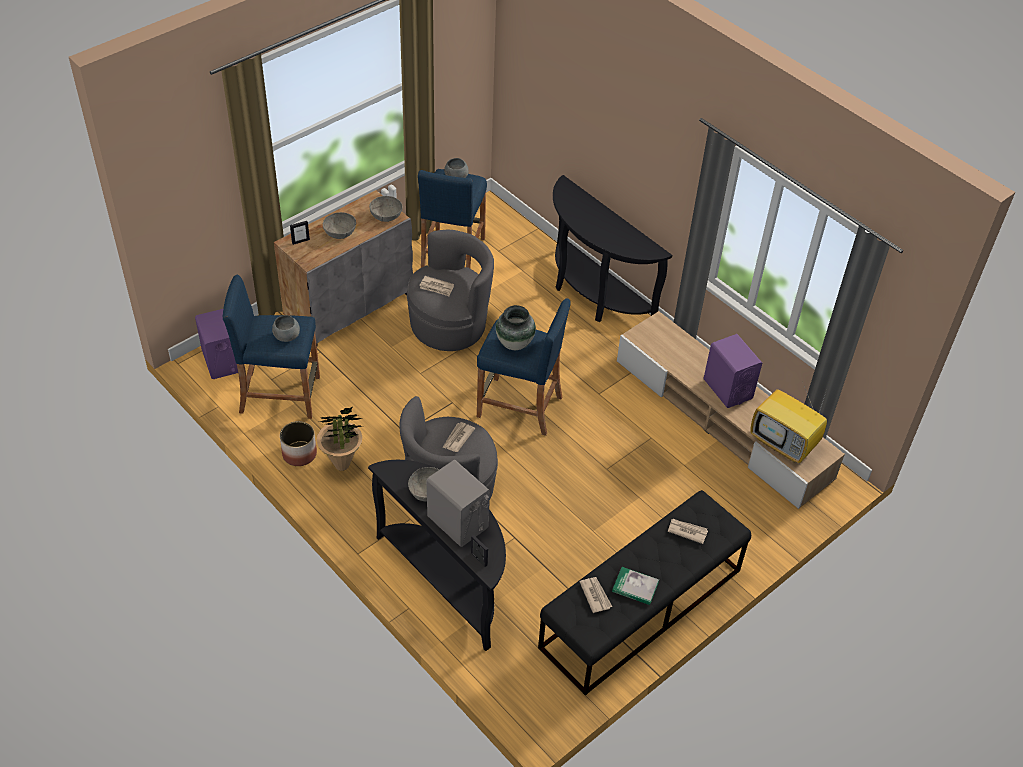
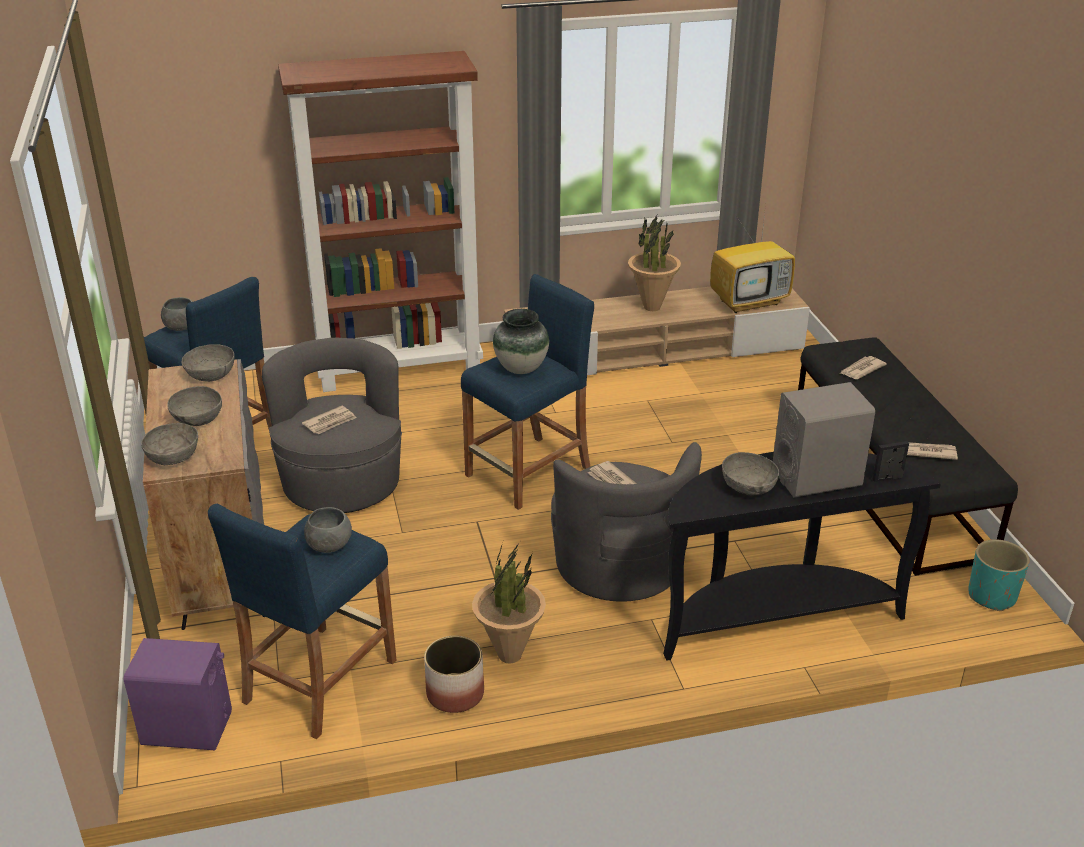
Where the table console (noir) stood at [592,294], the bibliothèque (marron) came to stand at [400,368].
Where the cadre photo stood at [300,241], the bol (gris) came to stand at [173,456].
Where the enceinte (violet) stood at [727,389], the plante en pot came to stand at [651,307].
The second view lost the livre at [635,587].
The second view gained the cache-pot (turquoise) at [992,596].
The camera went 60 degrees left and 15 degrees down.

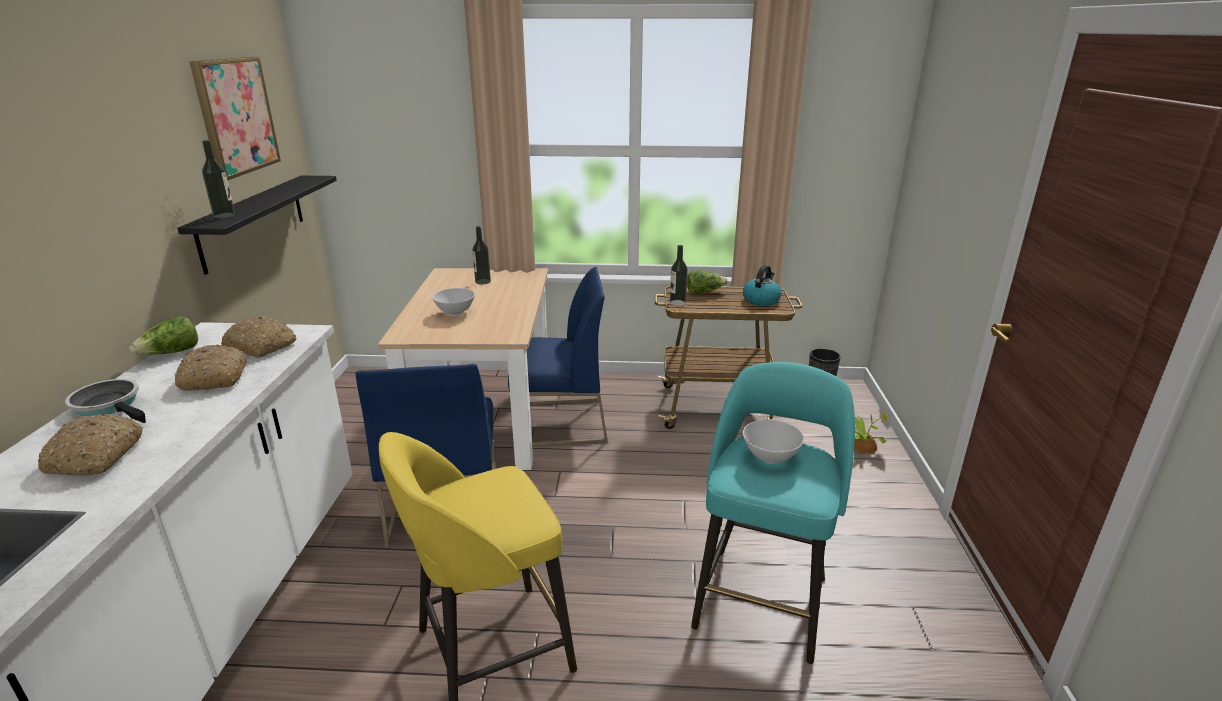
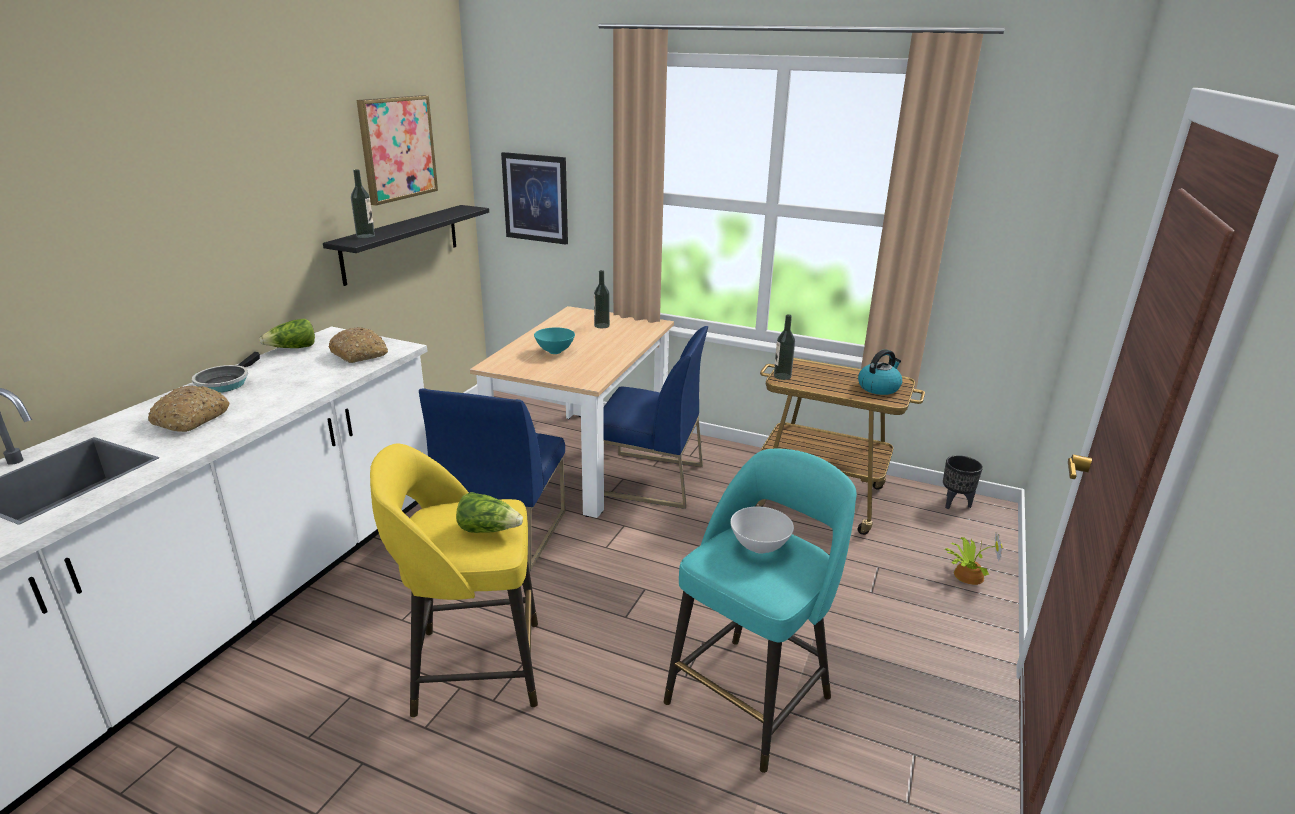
The laitue ended up elsewhere, having gone from [704,292] to [488,530].
What was the bol (blanc) at [455,313] turned into the bol (turquoise) at [554,352].
The second view lost the pain at [214,378].
The poêle at [110,406] ended up facing another way, 135 degrees counterclockwise from before.
The second view gained the tableau at [535,198].
The camera went 20 degrees right and 0 degrees up.

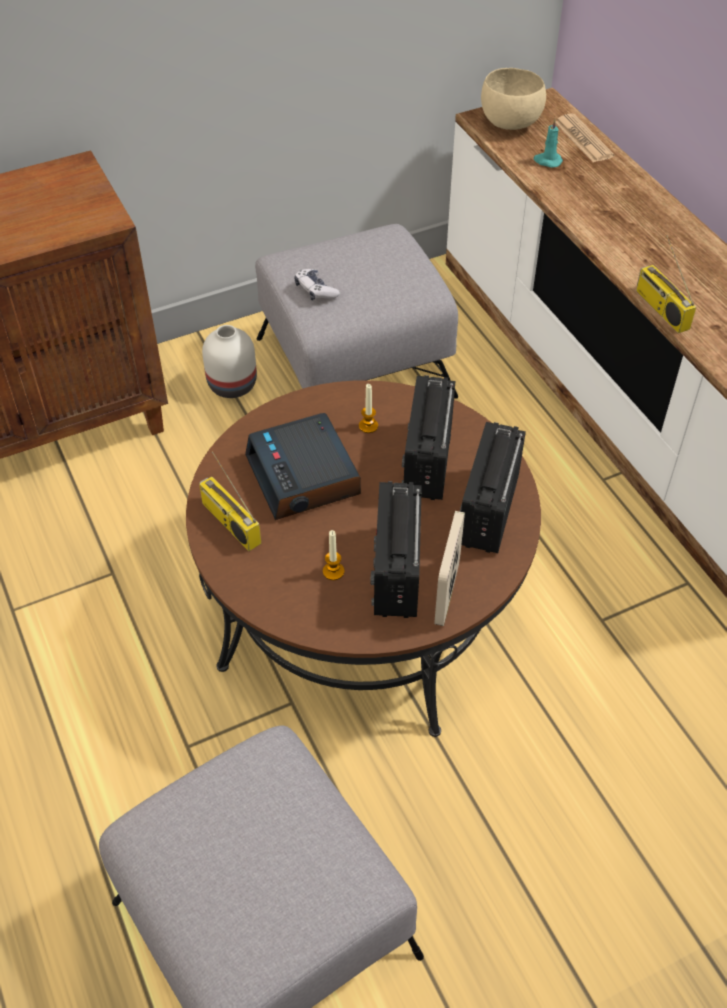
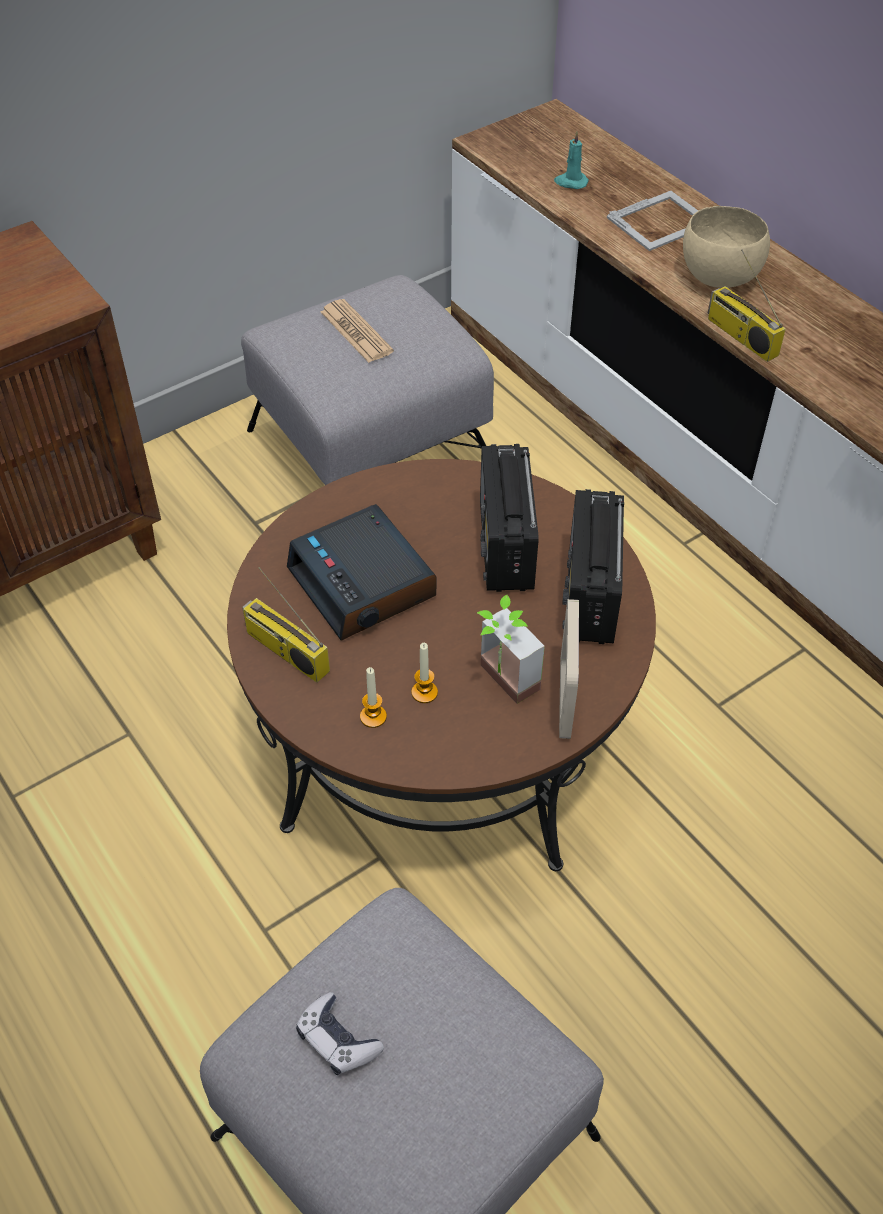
The bol (beige) ended up elsewhere, having gone from [509,123] to [717,277].
The journal ended up elsewhere, having gone from [583,139] to [356,332].
The manette ended up elsewhere, having gone from [315,290] to [337,1040].
The second view lost the vase (blanc) at [232,385].
The bougie ended up elsewhere, having gone from [368,426] to [373,717].
Where the radio stood at [396,572], the plante en pot came to stand at [500,683].
The second view gained the cadre photo at [661,221].
The camera went 10 degrees left and 0 degrees up.

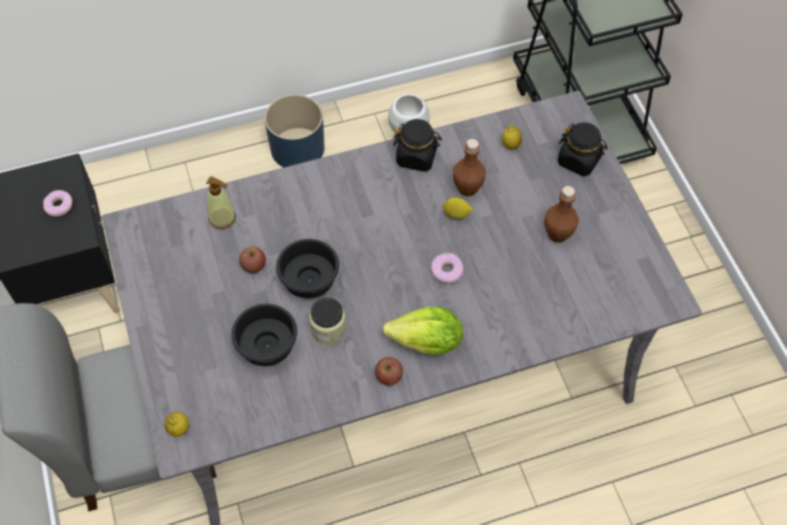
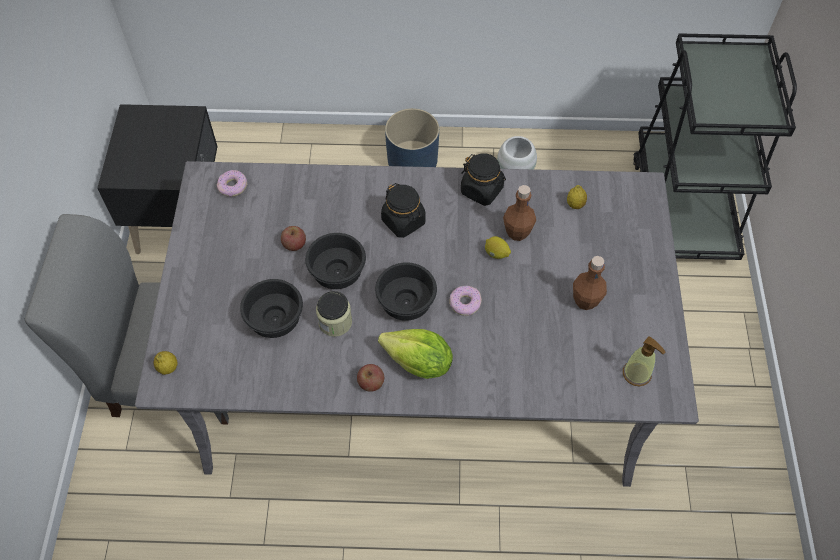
The bocal (noir) ended up elsewhere, having gone from [579,160] to [403,221].
The distributeur de savon ended up elsewhere, having gone from [222,218] to [637,374].
The beignet ended up elsewhere, having gone from [59,206] to [233,186].
The second view gained the bol (noir) at [404,303].
The camera went 20 degrees right and 0 degrees up.

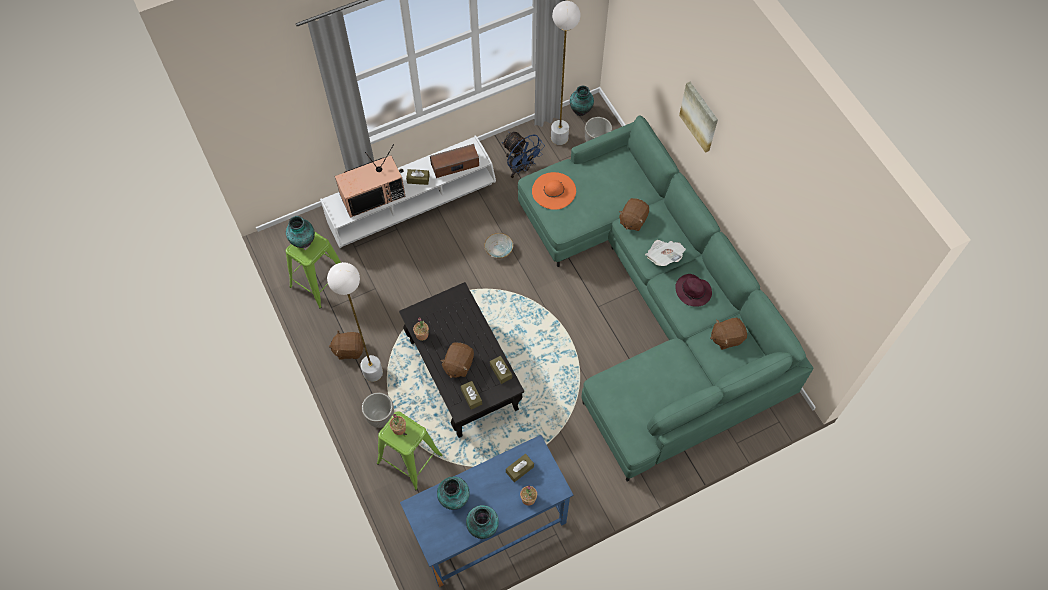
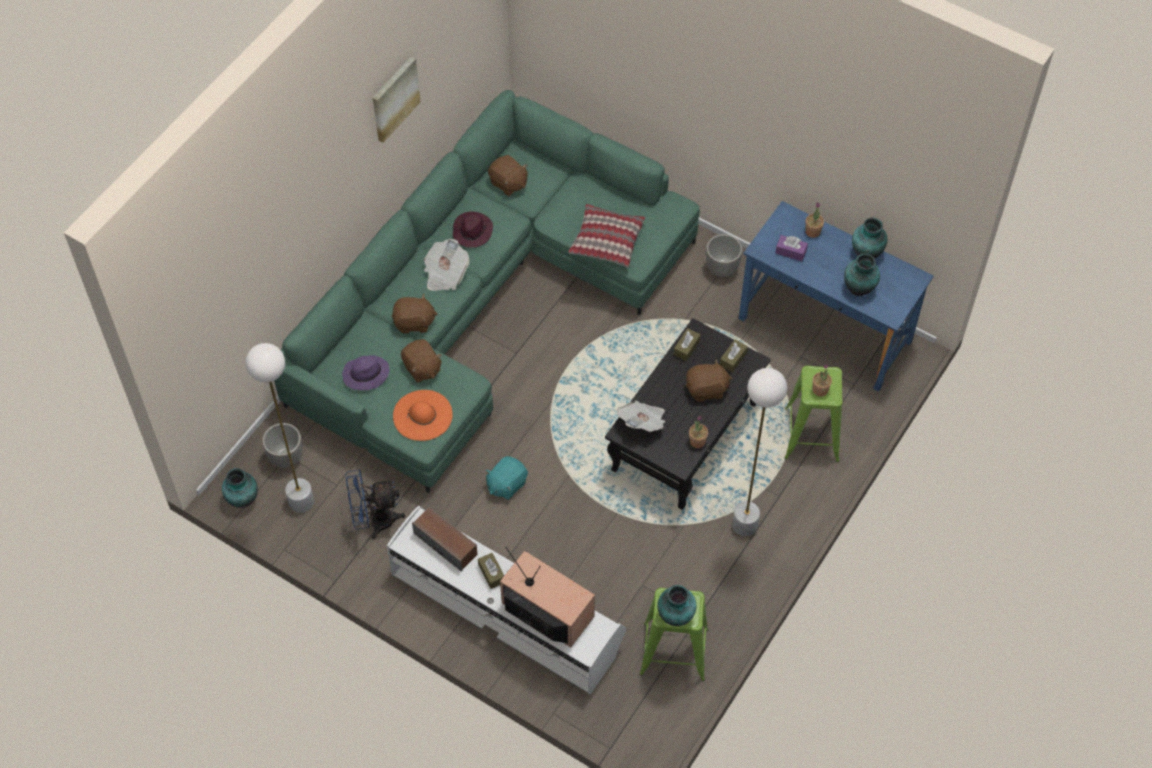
The tableau ended up elsewhere, having gone from [700,116] to [394,98].
The ventilateur (bleu) at [520,168] ended up facing another way, 120 degrees counterclockwise from before.
Where the bol stood at [498,250], the peluche (turquoise) came to stand at [506,484].
The peluche (marron) ended up elsewhere, having gone from [349,349] to [422,368].
The cache-pot ended up elsewhere, having gone from [381,417] to [721,268].
What was the boîte à mouchoirs (marron) at [519,469] turned into the boîte à mouchoirs (violet) at [791,251].
The second view gained the coussin at [606,241].
The second view gained the chapeau (violet) at [365,375].
The second view gained the journal at [643,422].
The camera went 120 degrees left and 5 degrees down.

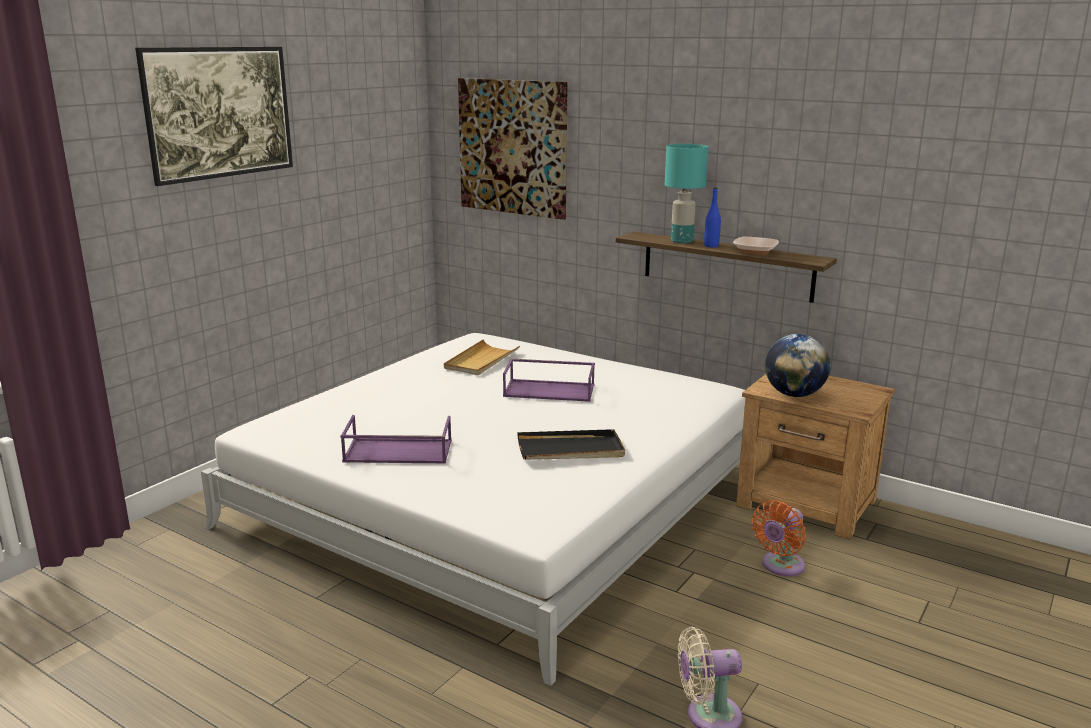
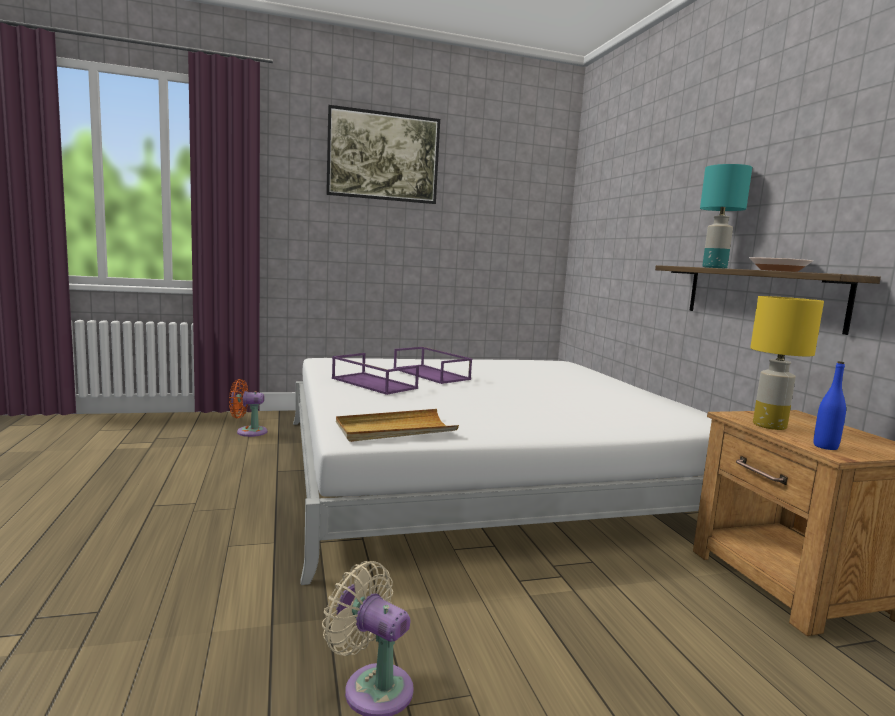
The second view lost the tableau at [512,147].
The bouteille (bleu) ended up elsewhere, having gone from [711,246] to [825,446].
Where the globe stood at [794,394], the lampe de table (jaune) came to stand at [770,426].
The plateau (beige) ended up elsewhere, having gone from [481,360] to [395,430].
The plateau (violet) ended up elsewhere, having gone from [550,390] to [432,374].
The second view lost the plateau (noir) at [571,449].
The ventilateur (orange) ended up elsewhere, having gone from [780,566] to [248,432].
The camera went 40 degrees right and 10 degrees down.

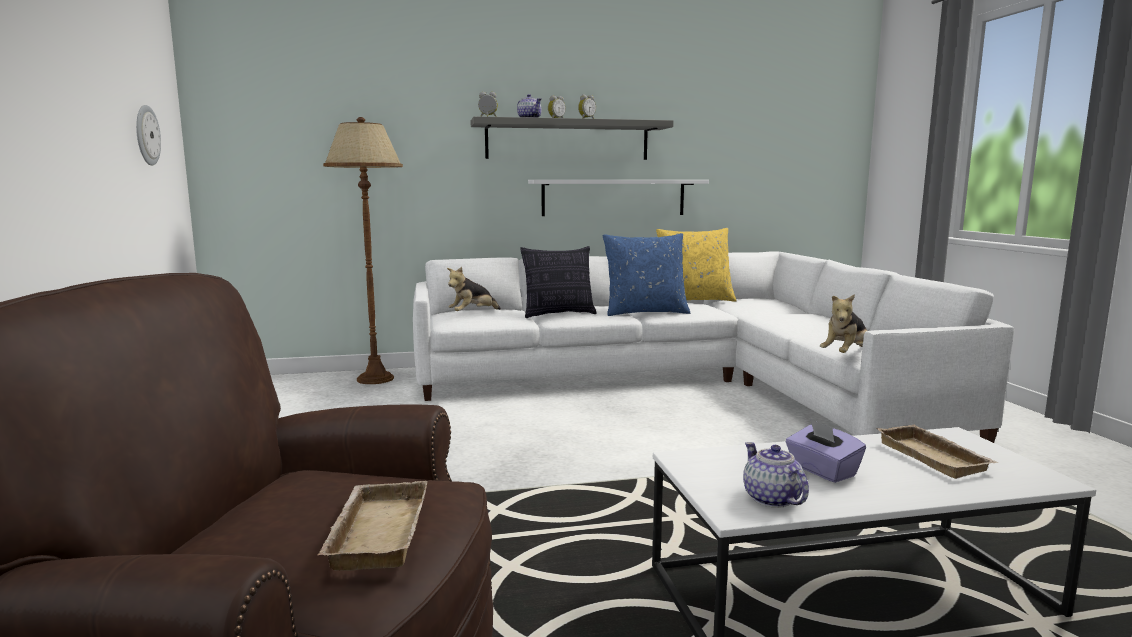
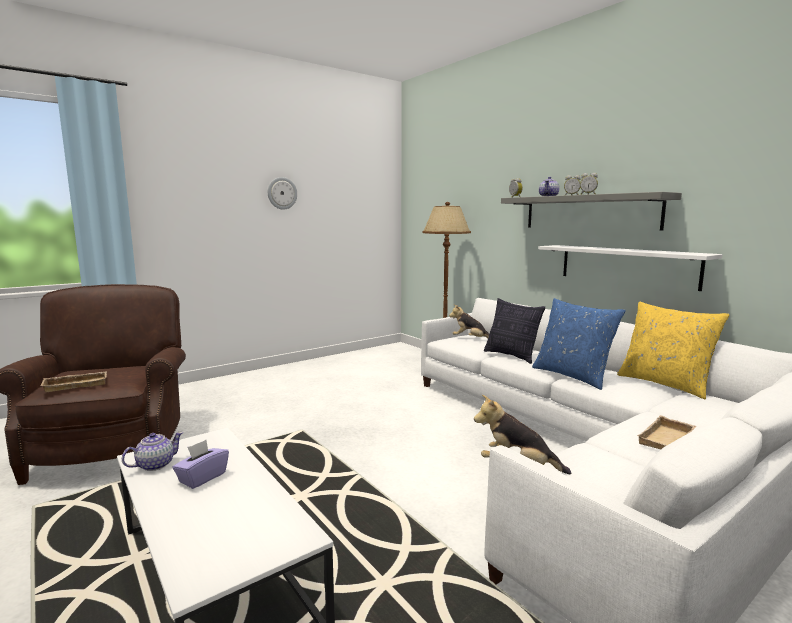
The horloge murale ended up elsewhere, having gone from [146,135] to [282,193].
The plateau (beige) ended up elsewhere, having gone from [935,457] to [667,440].
The camera went 65 degrees right and 0 degrees up.

